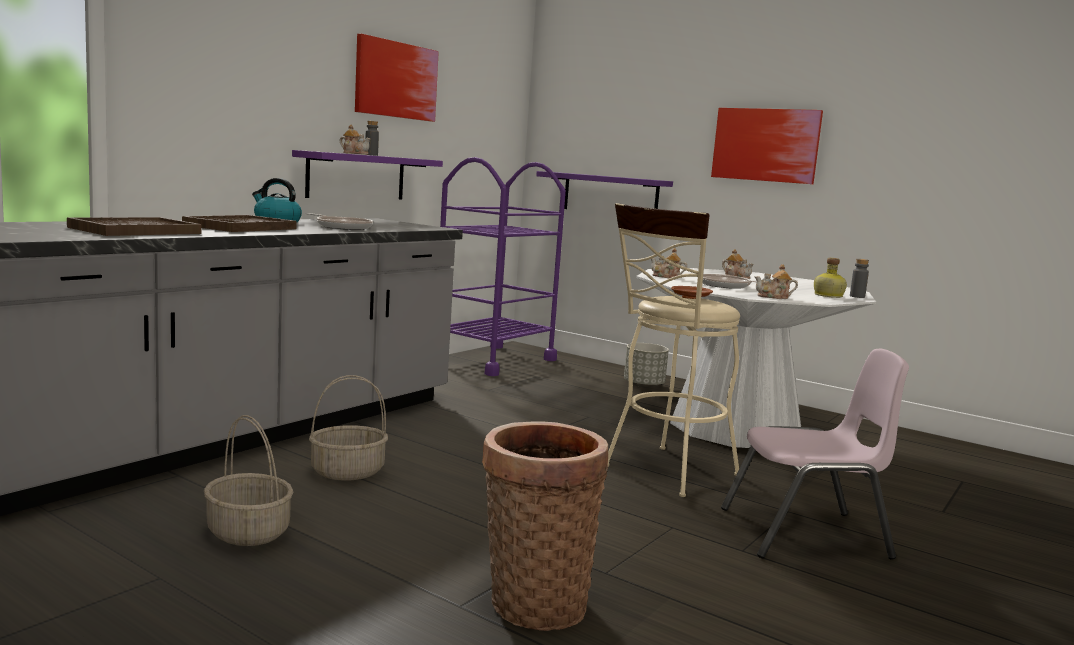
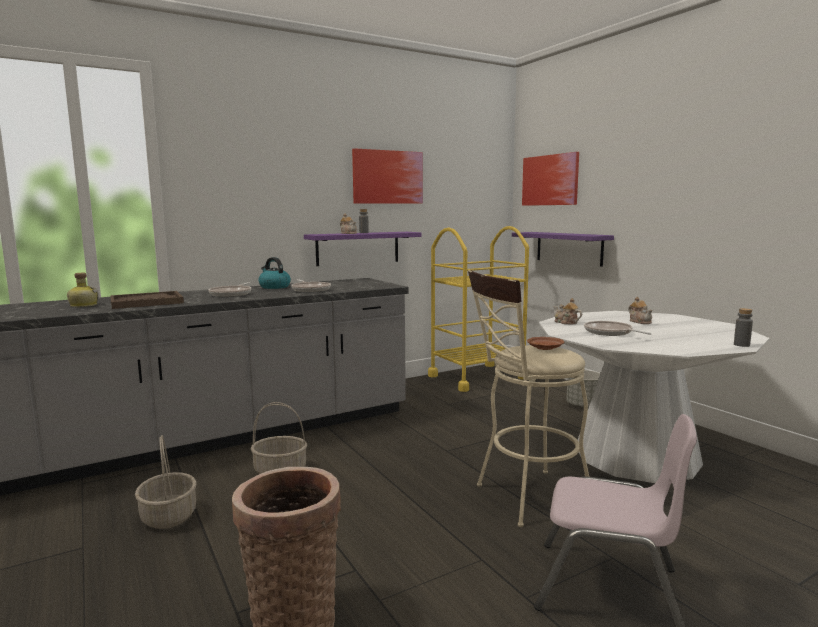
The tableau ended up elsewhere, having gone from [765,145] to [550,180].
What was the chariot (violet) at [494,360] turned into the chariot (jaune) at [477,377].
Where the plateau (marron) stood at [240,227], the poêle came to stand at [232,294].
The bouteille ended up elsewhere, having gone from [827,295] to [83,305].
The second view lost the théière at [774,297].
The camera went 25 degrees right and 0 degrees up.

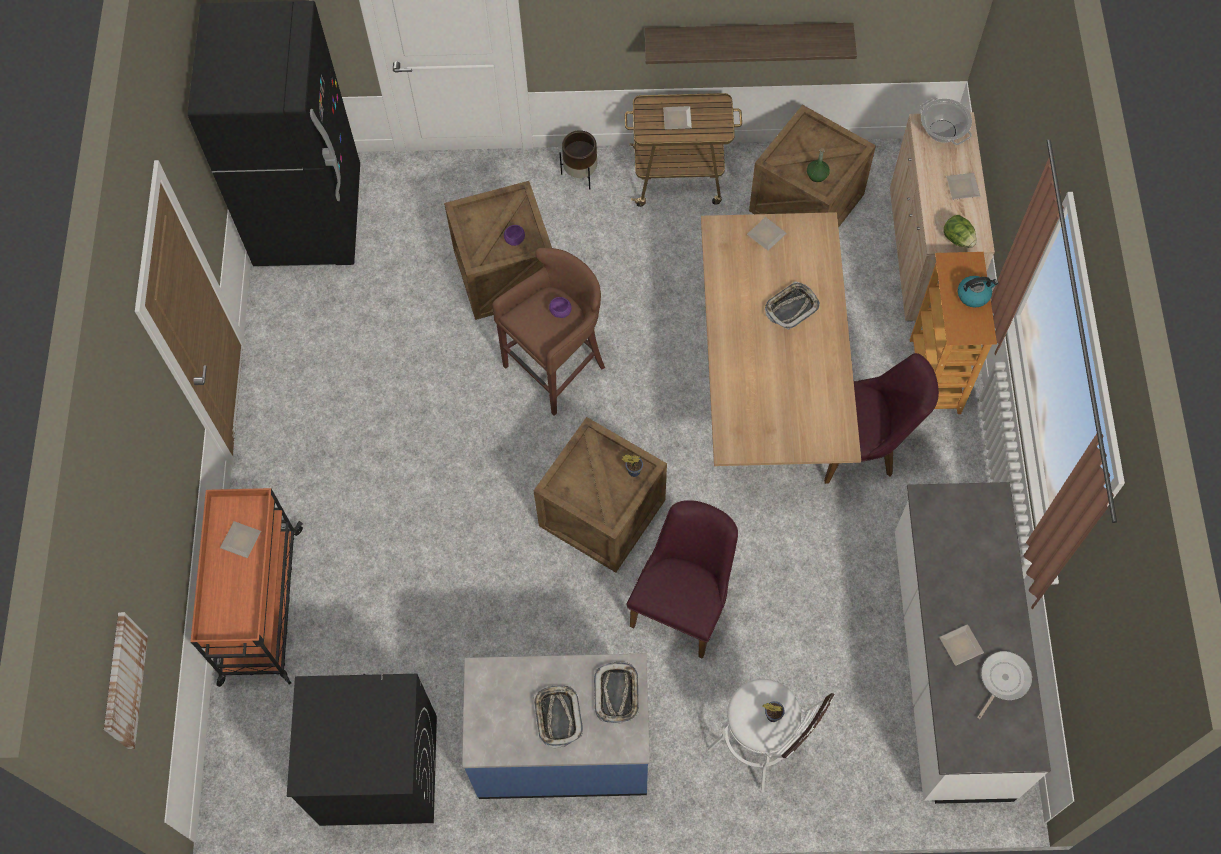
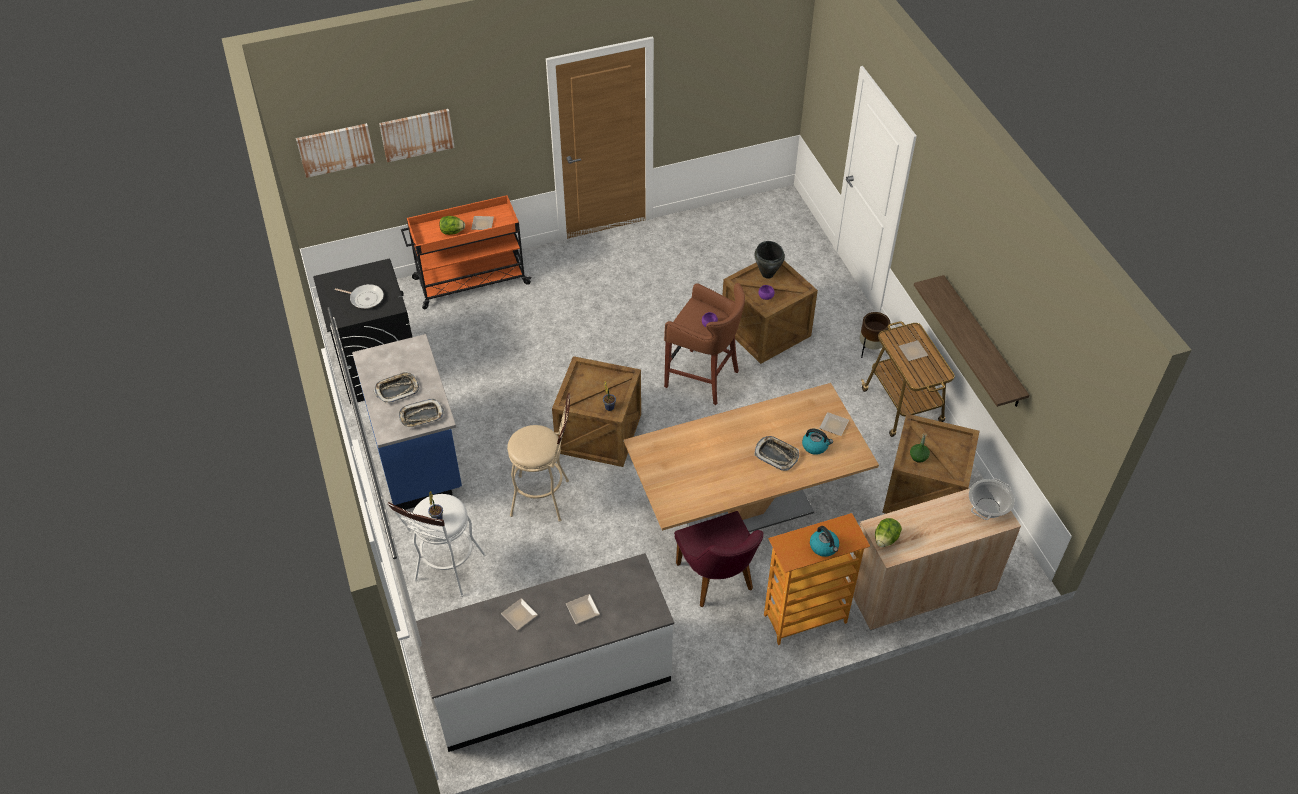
The second view lost the réfrigérateur (noir) at [309,217].
The assiette ended up elsewhere, having gone from [961,188] to [581,609].
Where the chaise (violet) stood at [684,603], the tabouret (beige) came to stand at [545,498].
The poêle ended up elsewhere, having gone from [1002,680] to [365,298].
The second view gained the tableau at [417,134].
The second view gained the laitue at [452,232].
The second view gained the marmite (noir) at [767,274].
The second view gained the bouilloire at [815,446].
The camera went 70 degrees right and 15 degrees down.

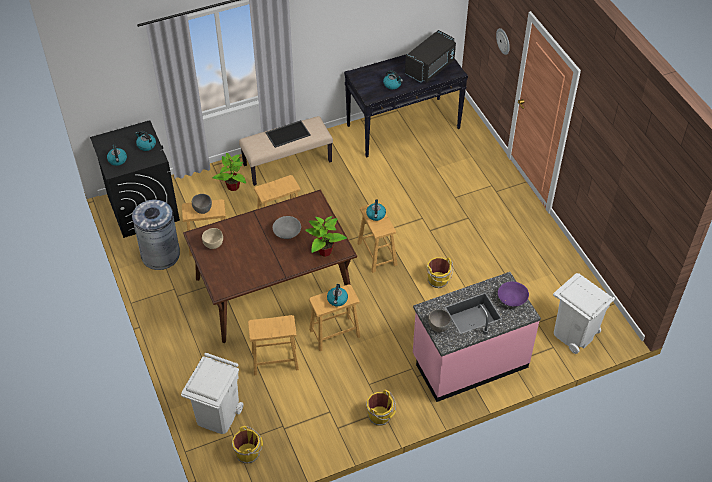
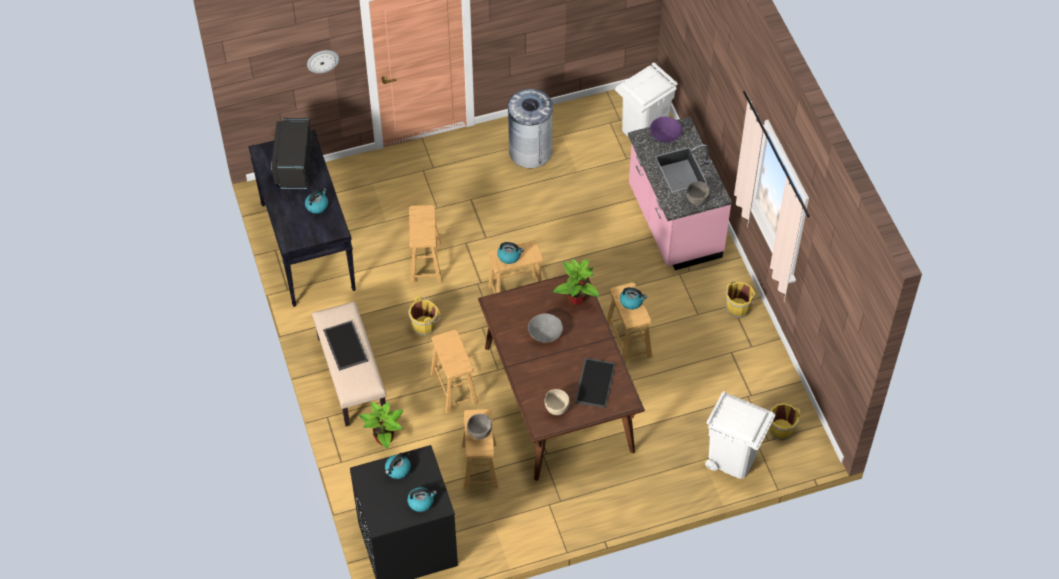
The micro-ondes (noir) at [431,67] ended up facing another way, 135 degrees counterclockwise from before.
The poubelle (gris) ended up elsewhere, having gone from [161,255] to [530,151].
The seau (jaune) ended up elsewhere, having gone from [438,281] to [425,325].
The tabouret (marron) ended up elsewhere, having gone from [275,360] to [425,262].
The second view gained the plateau at [594,382].
The camera went 85 degrees left and 5 degrees up.

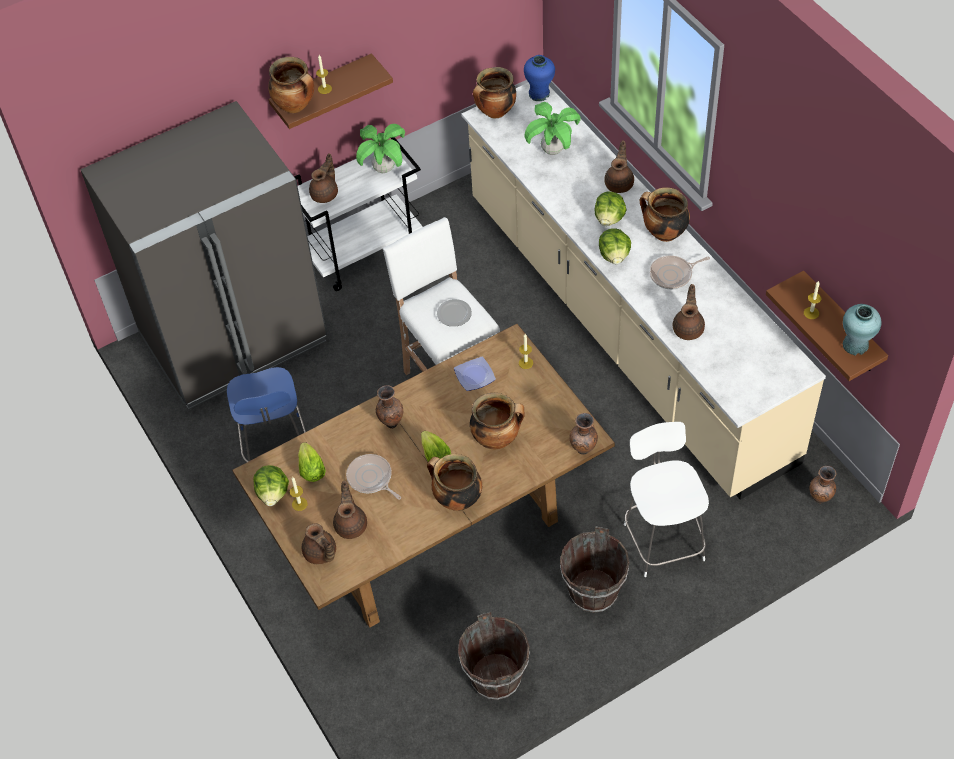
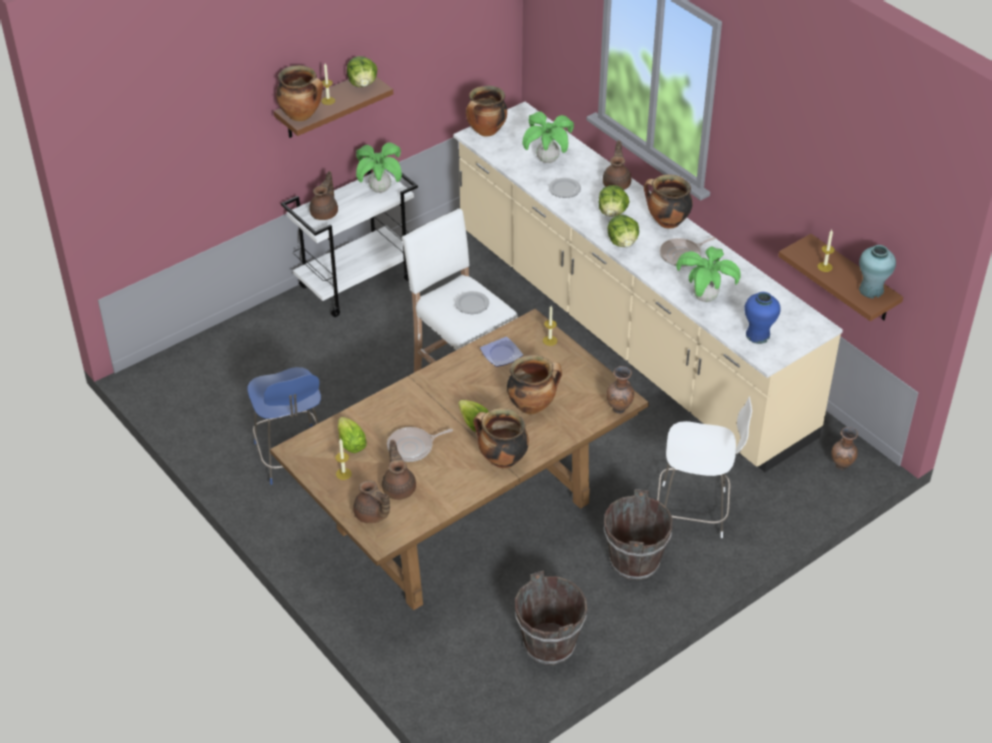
The vase (bleu) ended up elsewhere, having gone from [539,93] to [758,335].
The second view lost the réfrigérateur (gris) at [234,339].
Where the théière (marron) stood at [688,328], the plante en pot came to stand at [705,298].
The second view lost the vase (marron) at [390,423].
The chaise (blanc) at [663,539] ended up facing another way, 120 degrees clockwise from before.
The poêle at [371,478] ended up facing another way, 60 degrees counterclockwise from before.
The laitue ended up elsewhere, having gone from [273,493] to [363,84].
The second view gained the assiette at [564,189].
The camera went 10 degrees left and 10 degrees down.

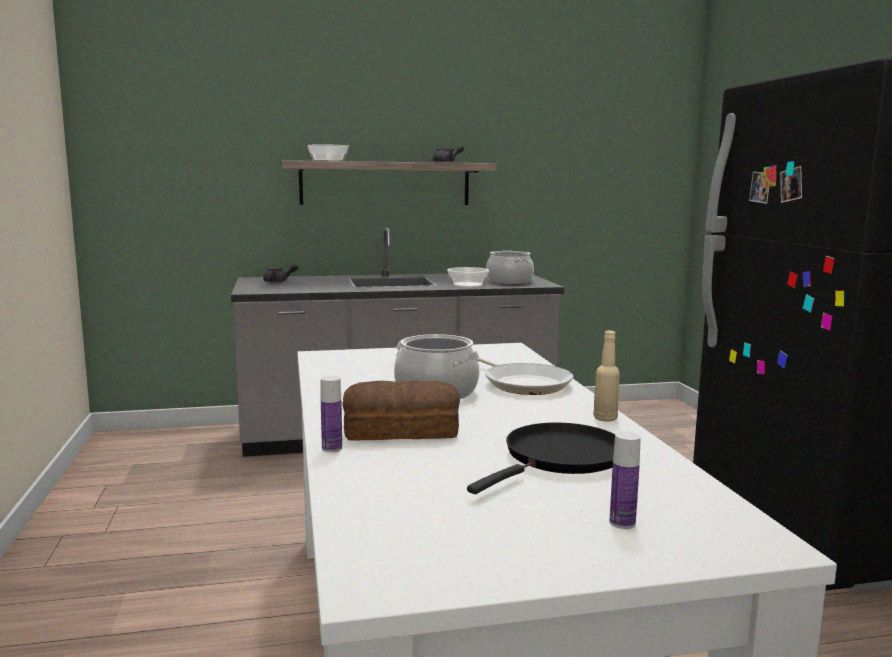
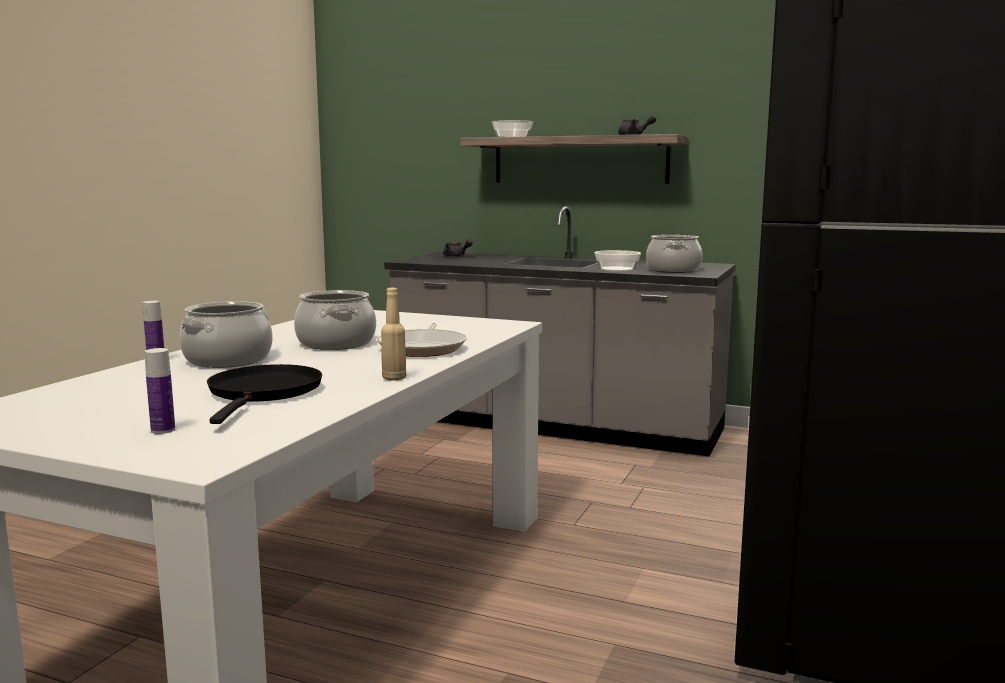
Where the pain stood at [403,431], the marmite came to stand at [228,360].
The poêle (noir) at [560,458] ended up facing another way, 75 degrees counterclockwise from before.
The camera went 35 degrees right and 0 degrees up.

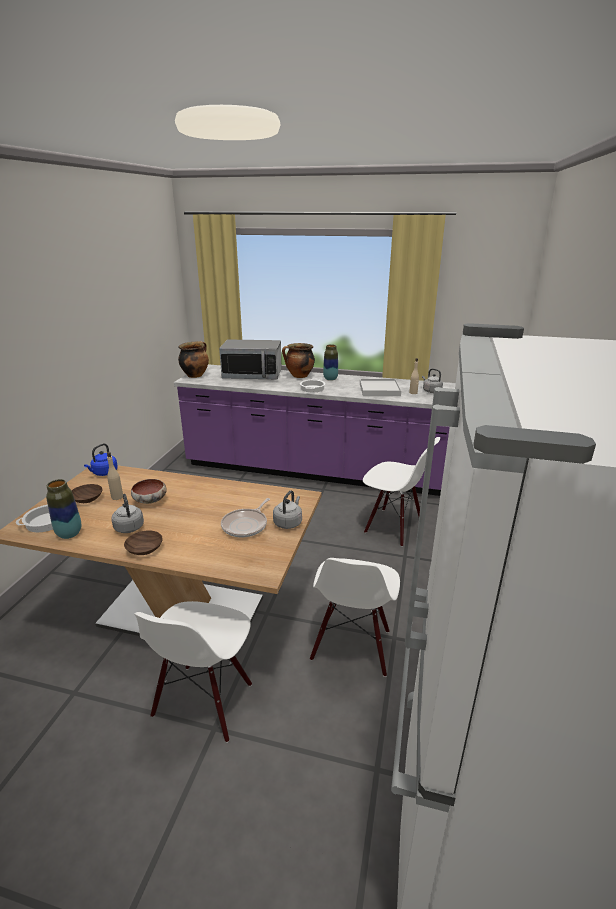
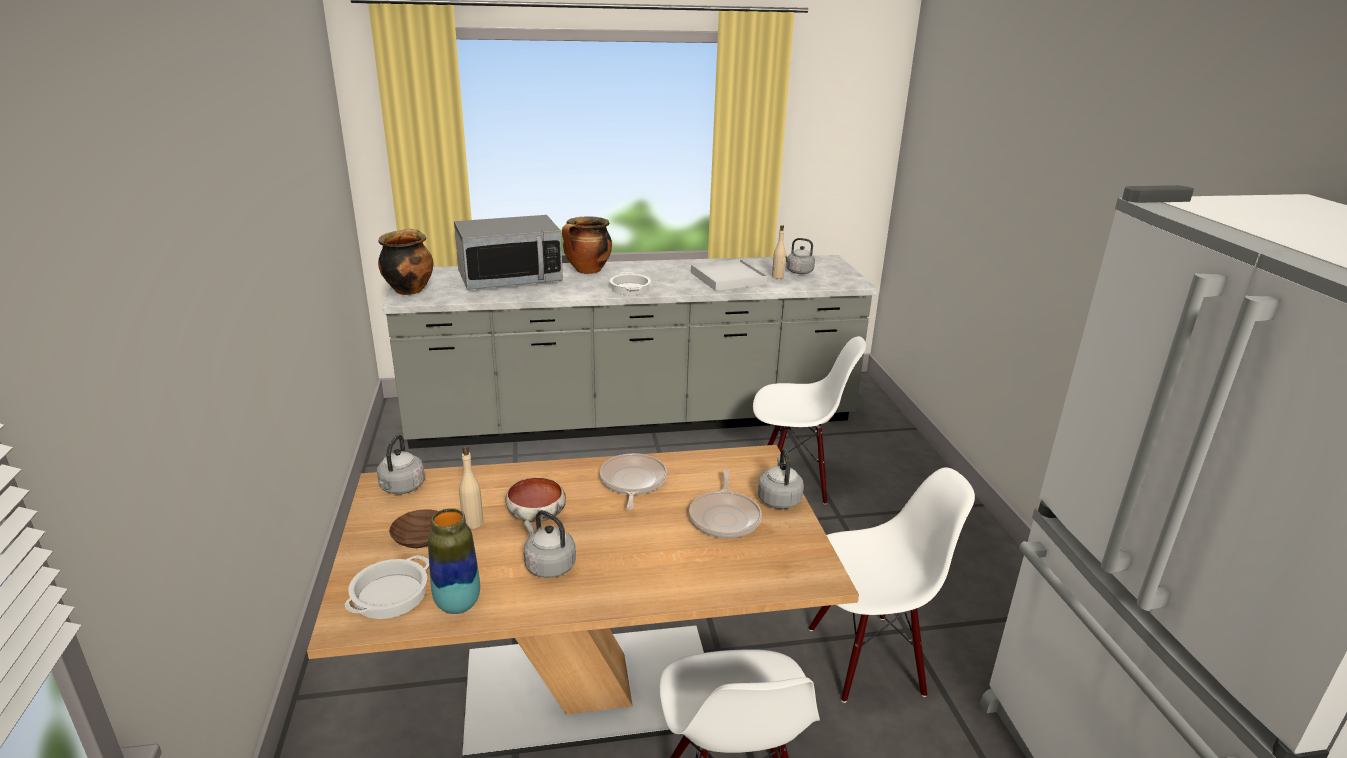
The second view lost the vase at [330,379].
What was the comptoir de cuisine (violet) at [321,471] turned into the comptoir de cuisine (gris) at [634,419].
What was the bouilloire (bleu) at [104,473] turned into the bouilloire (gris) at [401,488].
The second view lost the bol (marron) at [145,549].
The chaise (blanc) at [352,646] ended up facing another way, 90 degrees counterclockwise from before.
The second view gained the poêle at [632,482].
The camera went 25 degrees left and 0 degrees up.

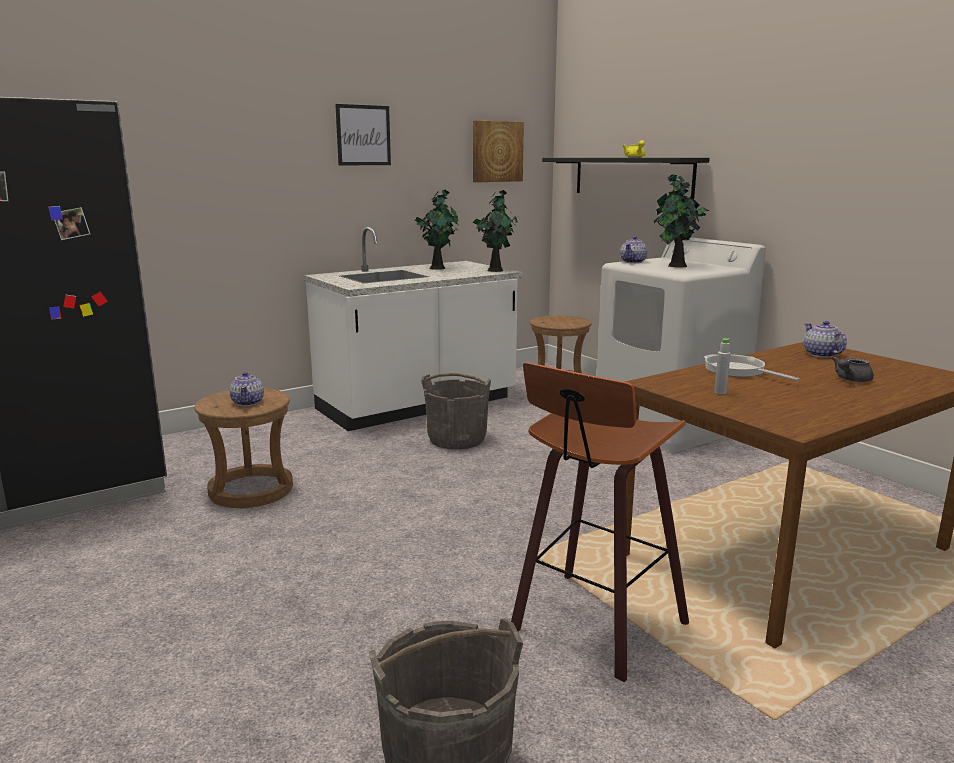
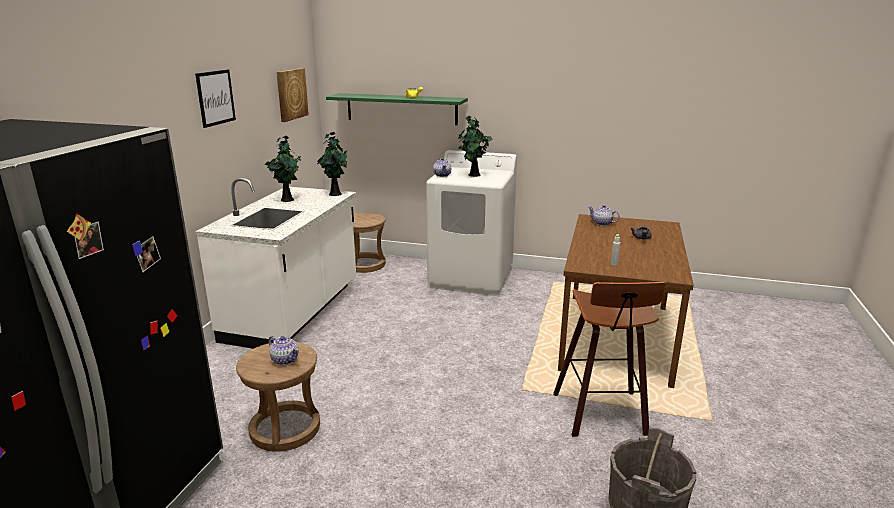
What was the étagère (noir) at [632,176] turned into the étagère (vert) at [401,109].
The second view lost the poêle at [738,371].
The second view lost the seau (gris) at [457,439].
The camera went 40 degrees left and 5 degrees up.

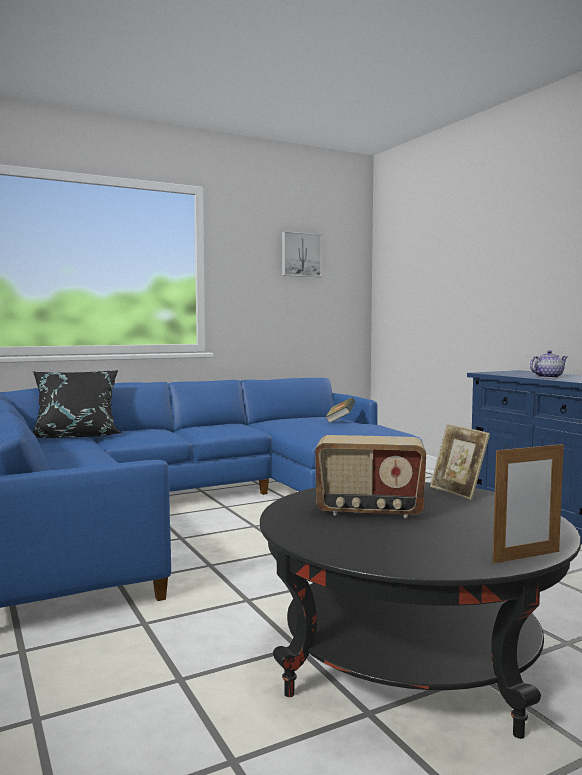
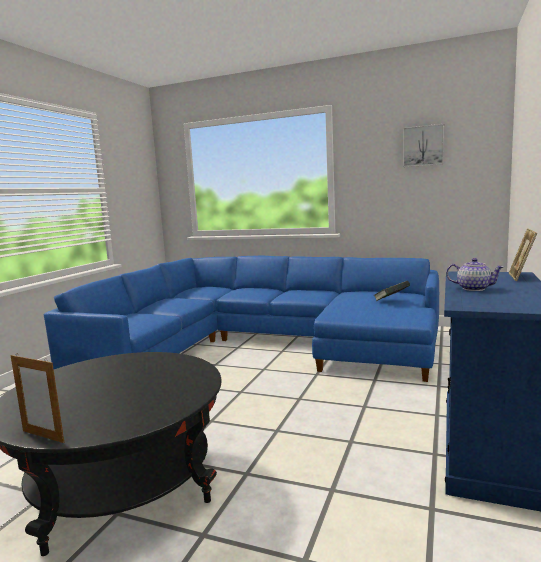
The second view lost the coussin (noir) at [77,436].
The cadre photo ended up elsewhere, having gone from [458,492] to [520,277].
The second view lost the radio at [369,511].
The camera went 50 degrees right and 5 degrees up.

